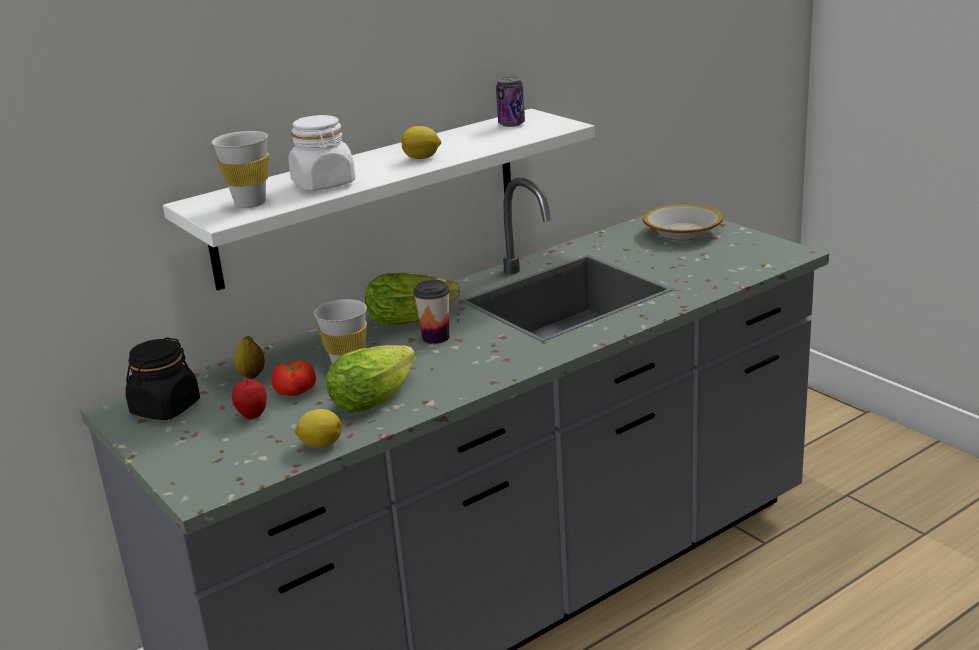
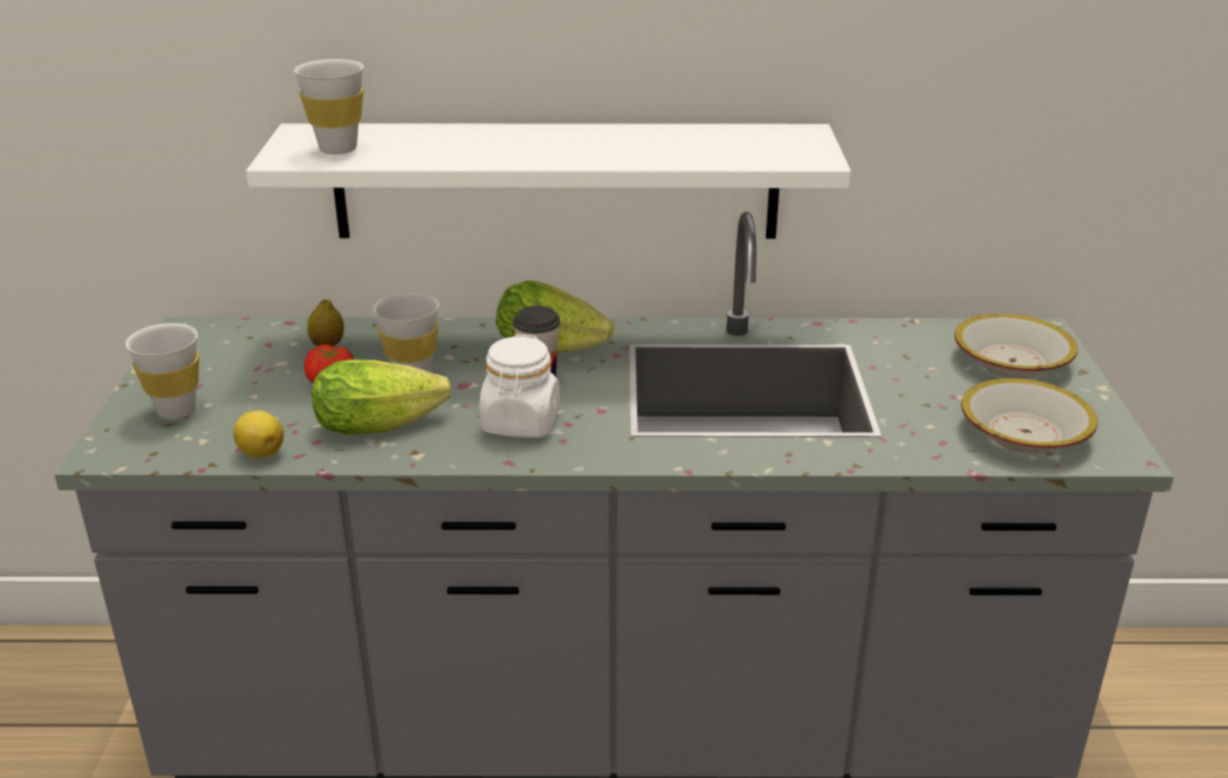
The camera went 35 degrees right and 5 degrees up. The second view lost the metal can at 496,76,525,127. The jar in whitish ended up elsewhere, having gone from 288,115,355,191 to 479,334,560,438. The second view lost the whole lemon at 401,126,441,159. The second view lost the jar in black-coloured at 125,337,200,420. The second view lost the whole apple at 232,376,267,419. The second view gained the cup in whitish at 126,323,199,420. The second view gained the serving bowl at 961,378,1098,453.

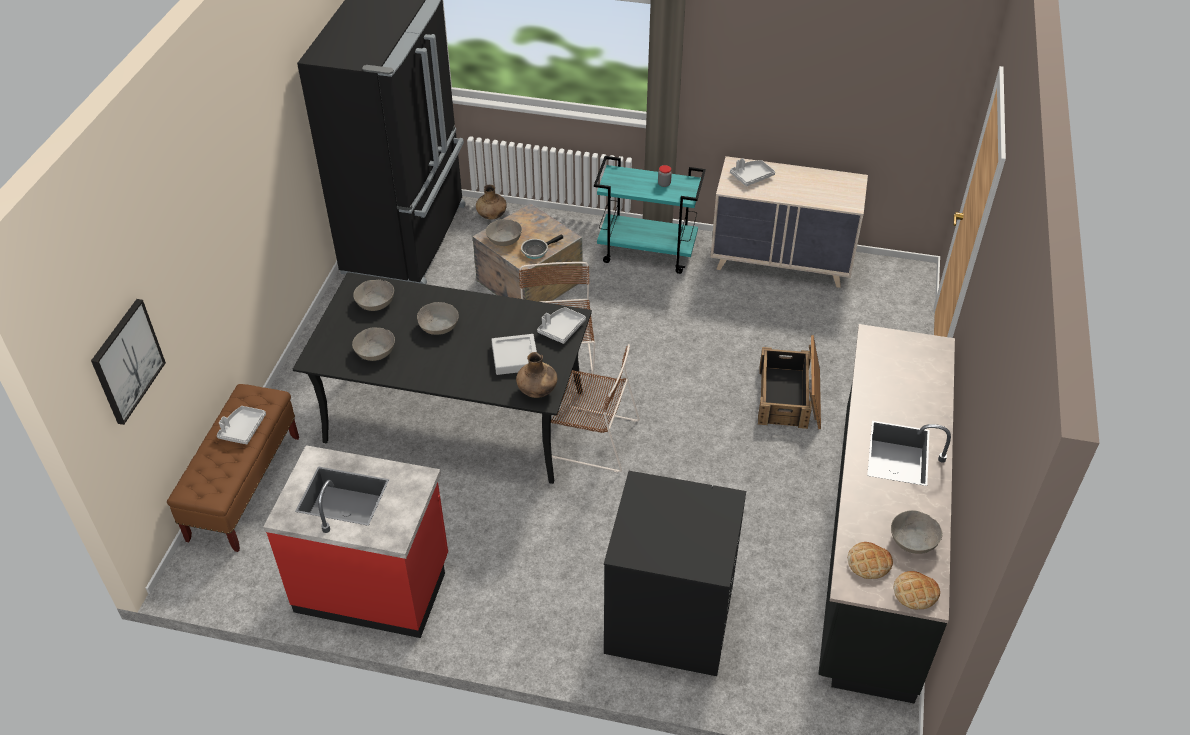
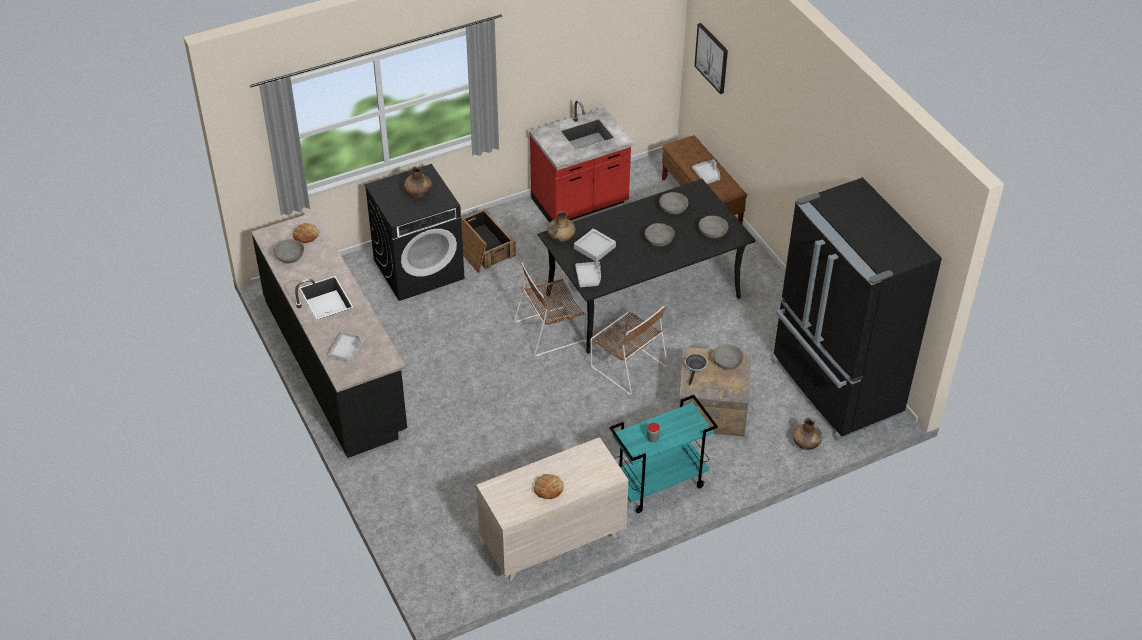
The camera went 140 degrees right and 0 degrees up. The carrying tray in grey ended up elsewhere, having gone from 730,158,775,186 to 329,332,365,361. The crate ended up elsewhere, having gone from 758,335,821,429 to 461,208,516,273. The baked bread ended up elsewhere, having gone from 893,571,940,610 to 534,474,564,499. The second view gained the vase in brown at 404,166,432,198.

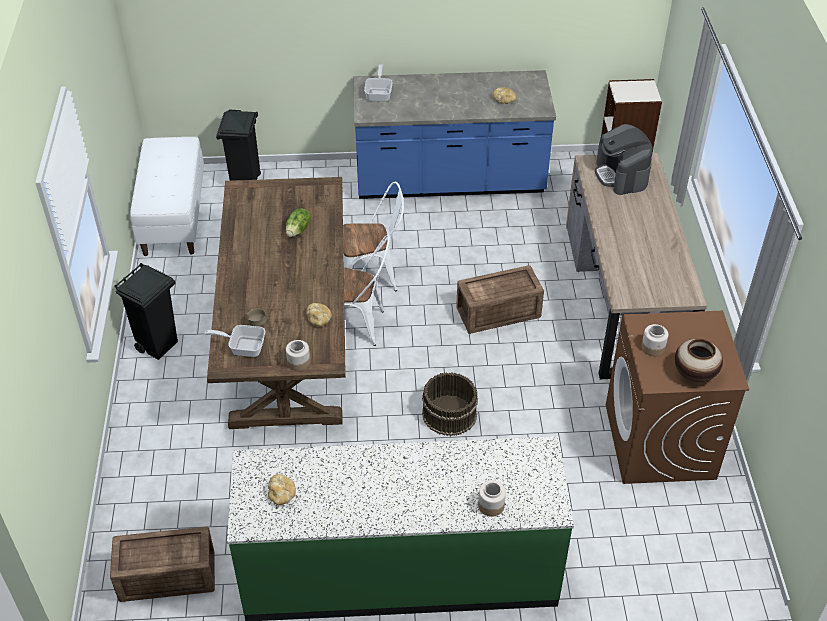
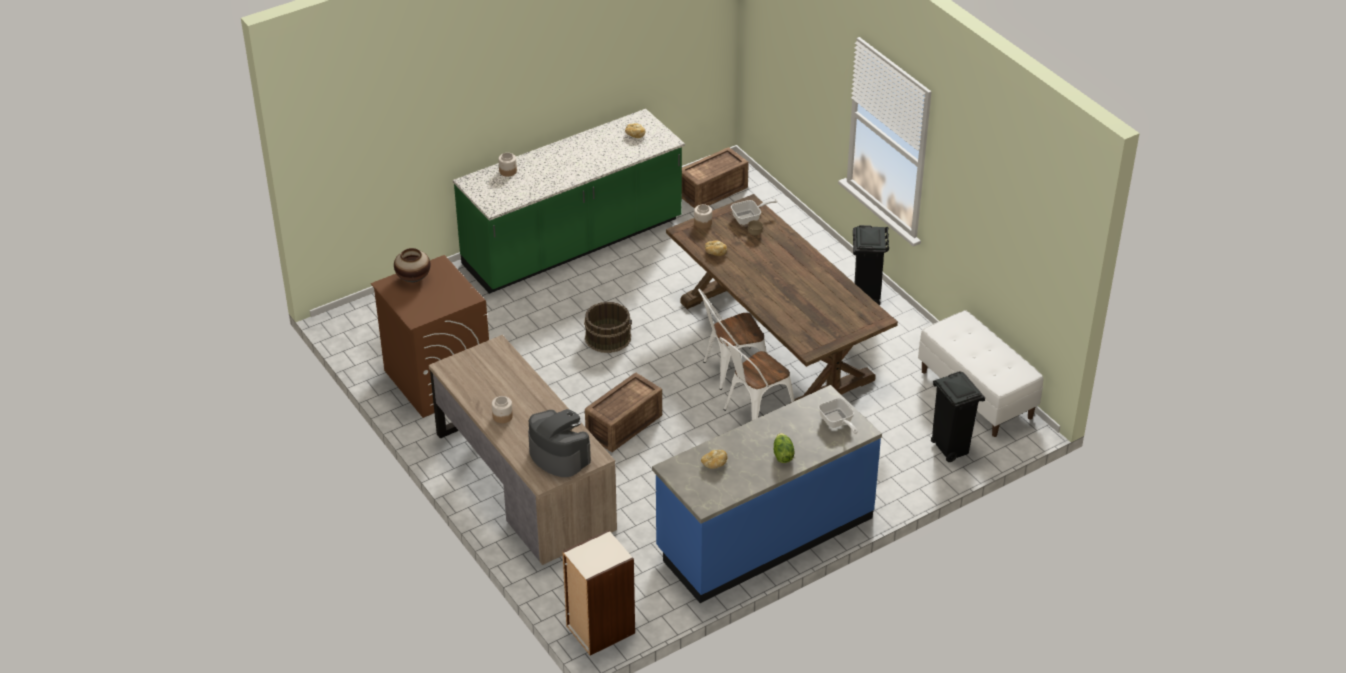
The camera went 150 degrees right and 5 degrees down. The lettuce ended up elsewhere, having gone from 286,208,311,237 to 774,433,795,463. The jar ended up elsewhere, having gone from 641,324,668,356 to 492,396,513,423.

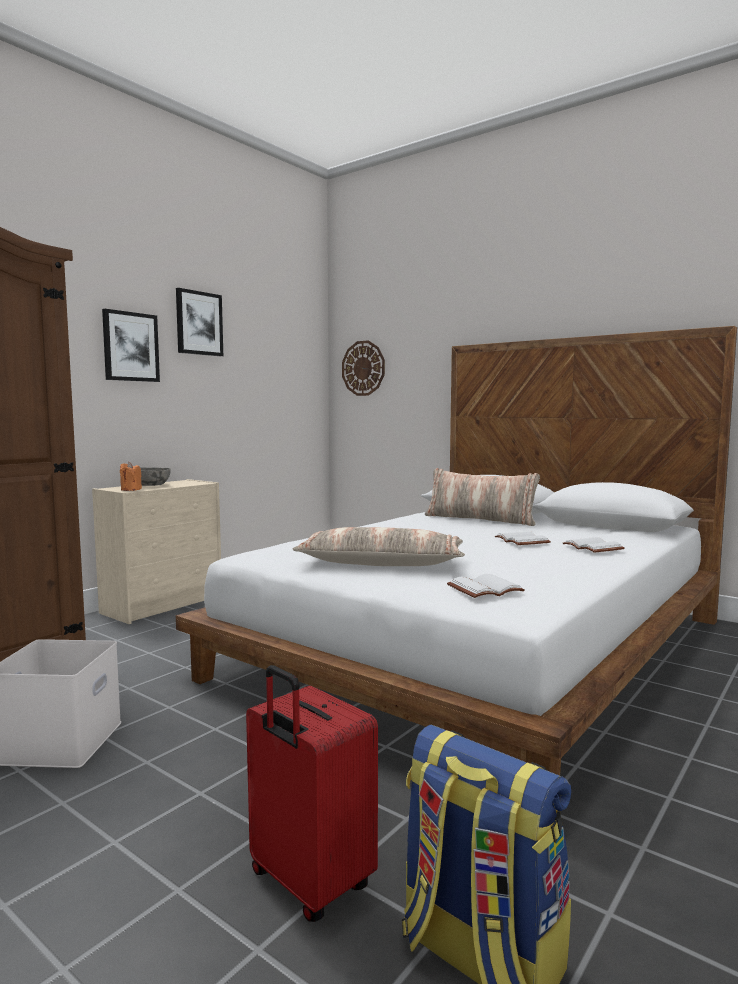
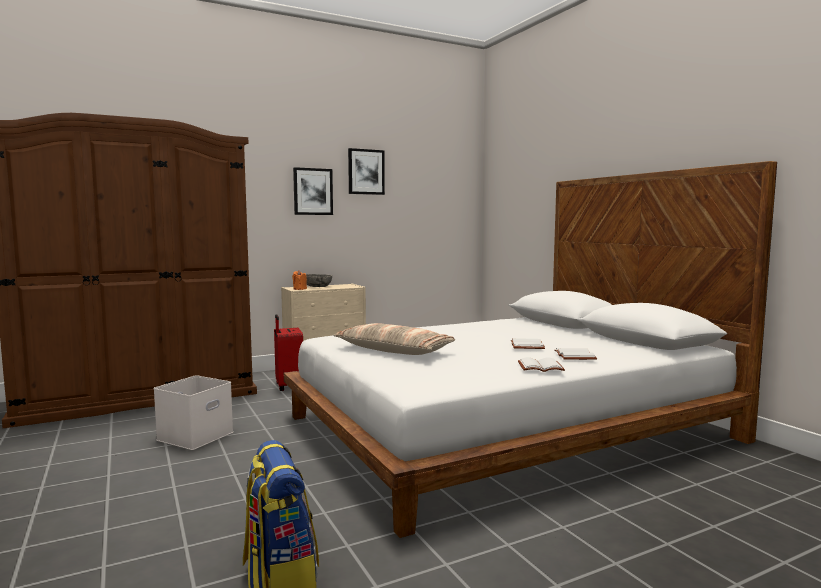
The camera went 25 degrees right and 0 degrees up. The second view lost the wall clock at 342,340,385,396. The second view lost the throw pillow at 425,468,540,526. The volume in whitish ended up elsewhere, having gone from 447,574,525,598 to 518,357,565,372. The suitcase in red ended up elsewhere, having gone from 246,665,378,922 to 274,314,303,391.

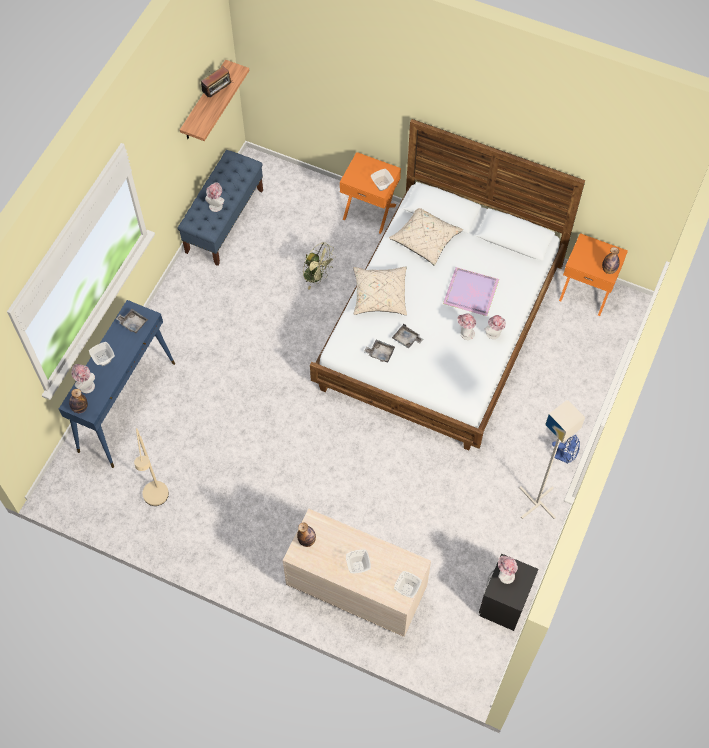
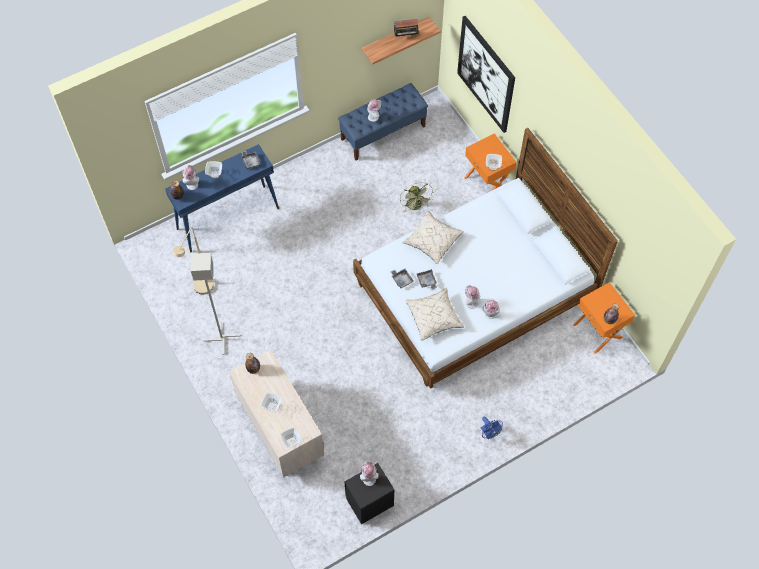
The camera went 35 degrees right and 0 degrees up. The throw pillow in sand-coloured ended up elsewhere, having gone from 389,208,463,266 to 405,288,464,341. The second view lost the carrying tray in purplish at 443,267,499,316. The standing lamp in grey ended up elsewhere, having gone from 519,399,585,519 to 191,253,240,355. The second view gained the wall picture at 457,16,515,133.

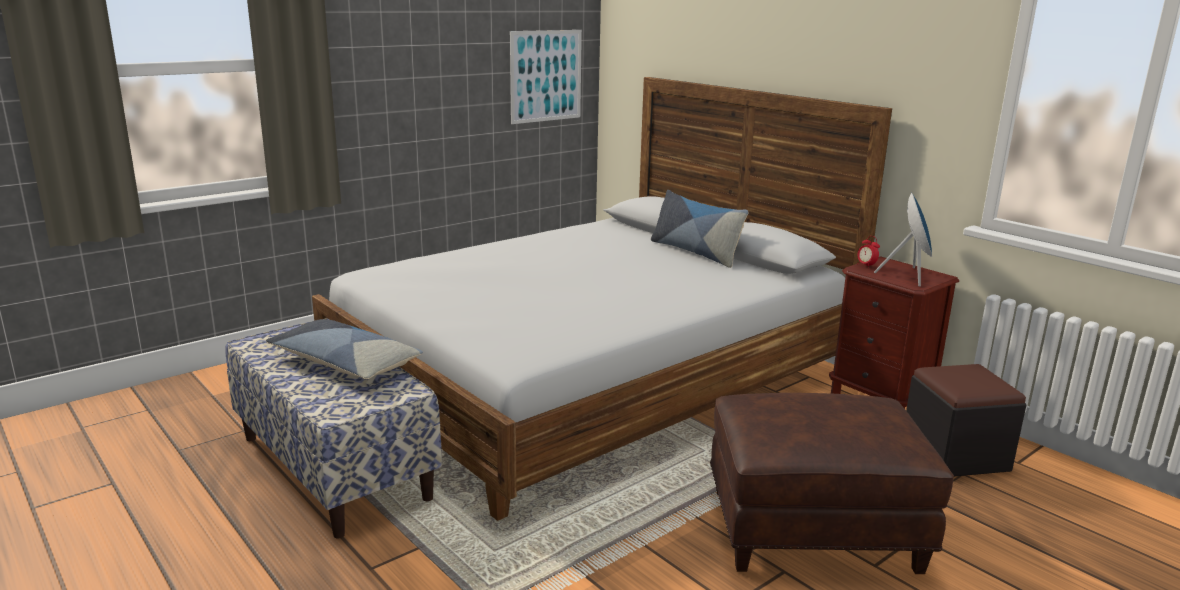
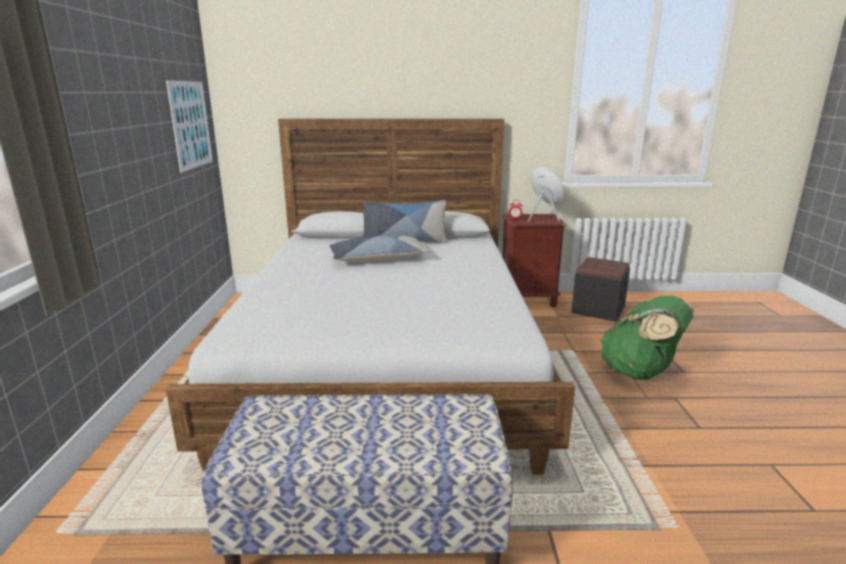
The camera went 50 degrees left and 0 degrees up. The throw pillow ended up elsewhere, having gone from 266,319,423,379 to 329,235,430,262. Where the pouffe in brown stood at 710,393,954,574, the rucksack in green came to stand at 601,295,694,380.

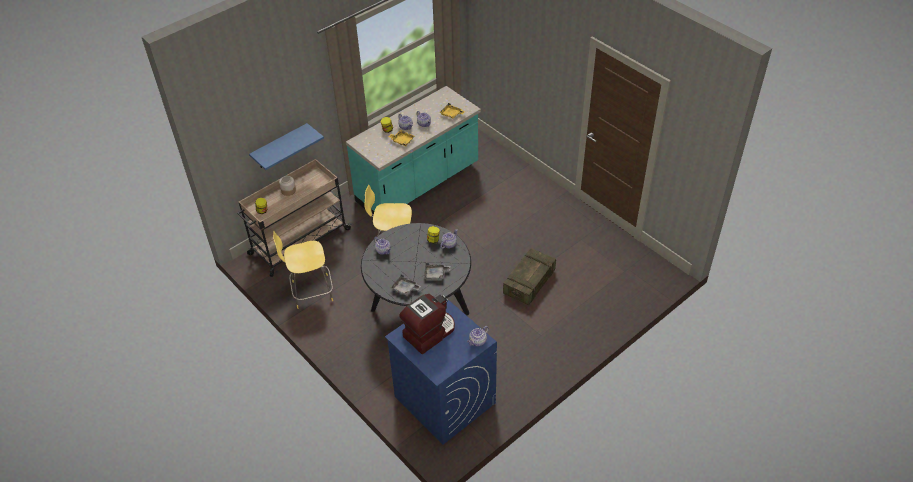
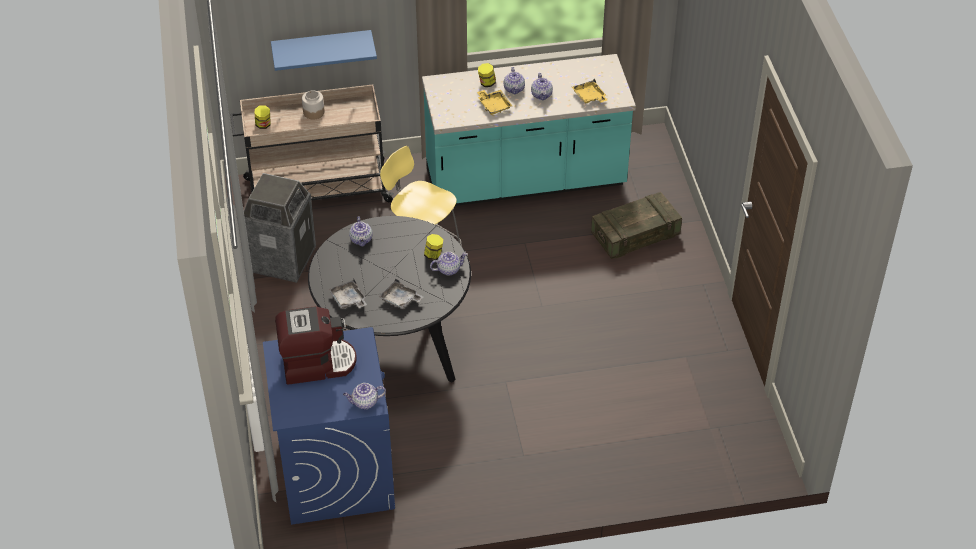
The camera went 30 degrees right and 0 degrees up. Where the sitting stool in yellow stood at 273,231,333,309, the waste bin came to stand at 244,173,316,283. The crate ended up elsewhere, having gone from 503,248,556,305 to 591,192,682,259.

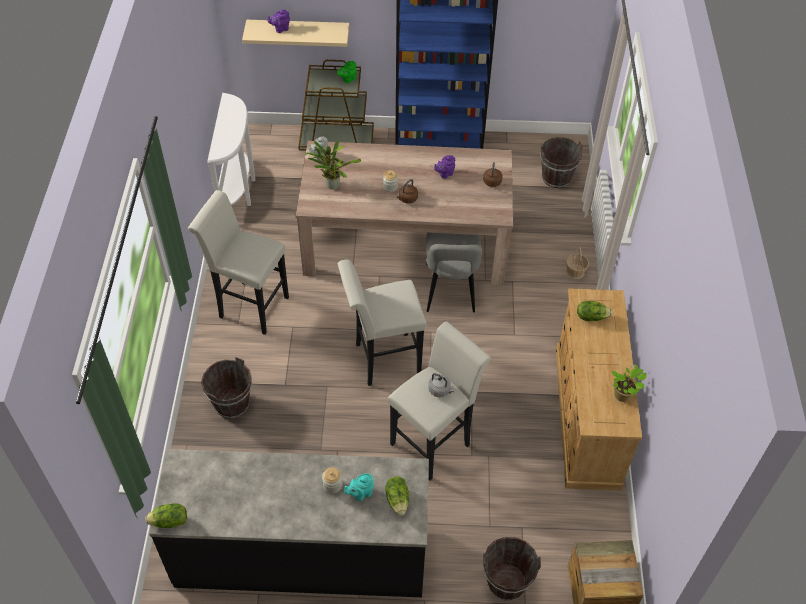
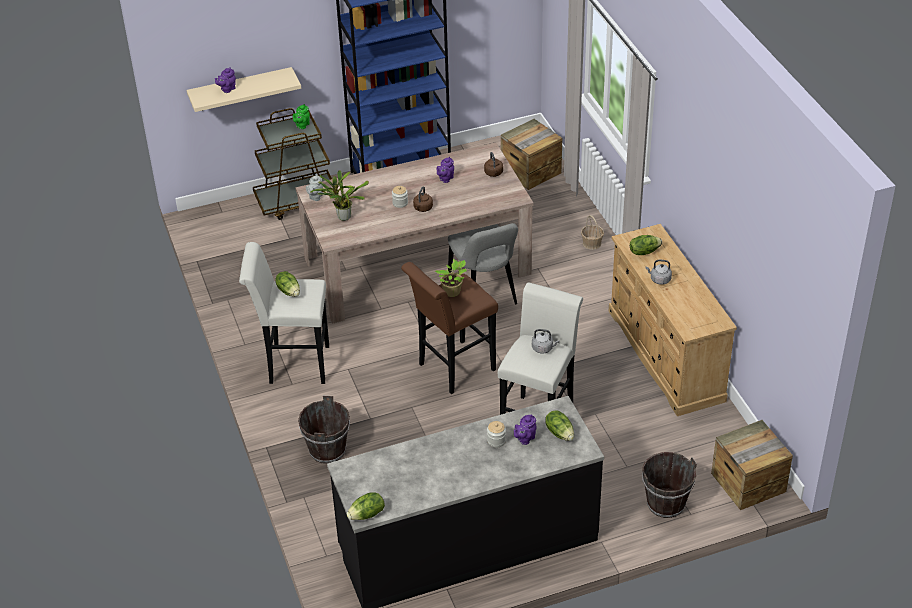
The camera went 20 degrees left and 10 degrees down. The second view lost the narrow table in whitish at 208,93,255,206. Where the bucket in brown stood at 540,137,583,188, the crate came to stand at 501,119,562,190. What was the sitting stool in whitish at 338,260,427,386 turned into the sitting stool in brown at 401,262,498,394. The houseplant ended up elsewhere, having gone from 611,364,647,402 to 435,259,467,297. What was the tea pot in turquoise-coloured at 344,473,374,501 turned into the tea pot in purplish at 514,415,536,445. The second view gained the water kettle in grey at 646,260,672,285. The second view gained the lettuce at 275,271,300,297.

